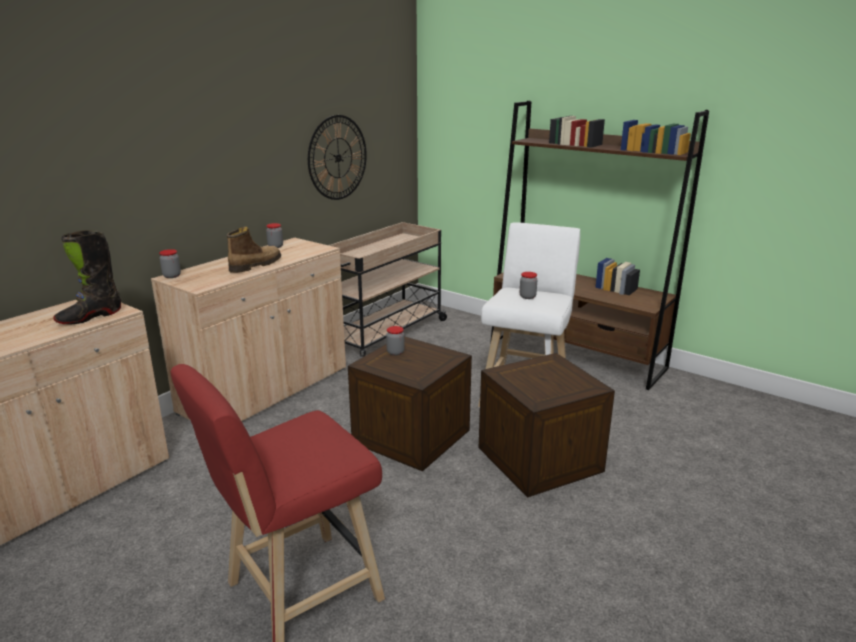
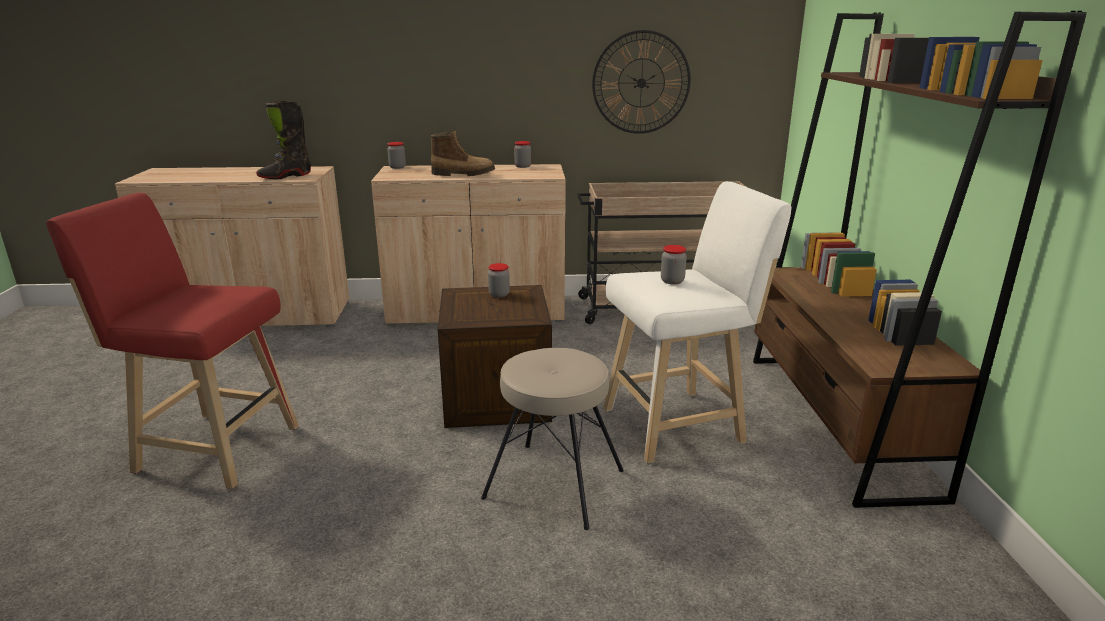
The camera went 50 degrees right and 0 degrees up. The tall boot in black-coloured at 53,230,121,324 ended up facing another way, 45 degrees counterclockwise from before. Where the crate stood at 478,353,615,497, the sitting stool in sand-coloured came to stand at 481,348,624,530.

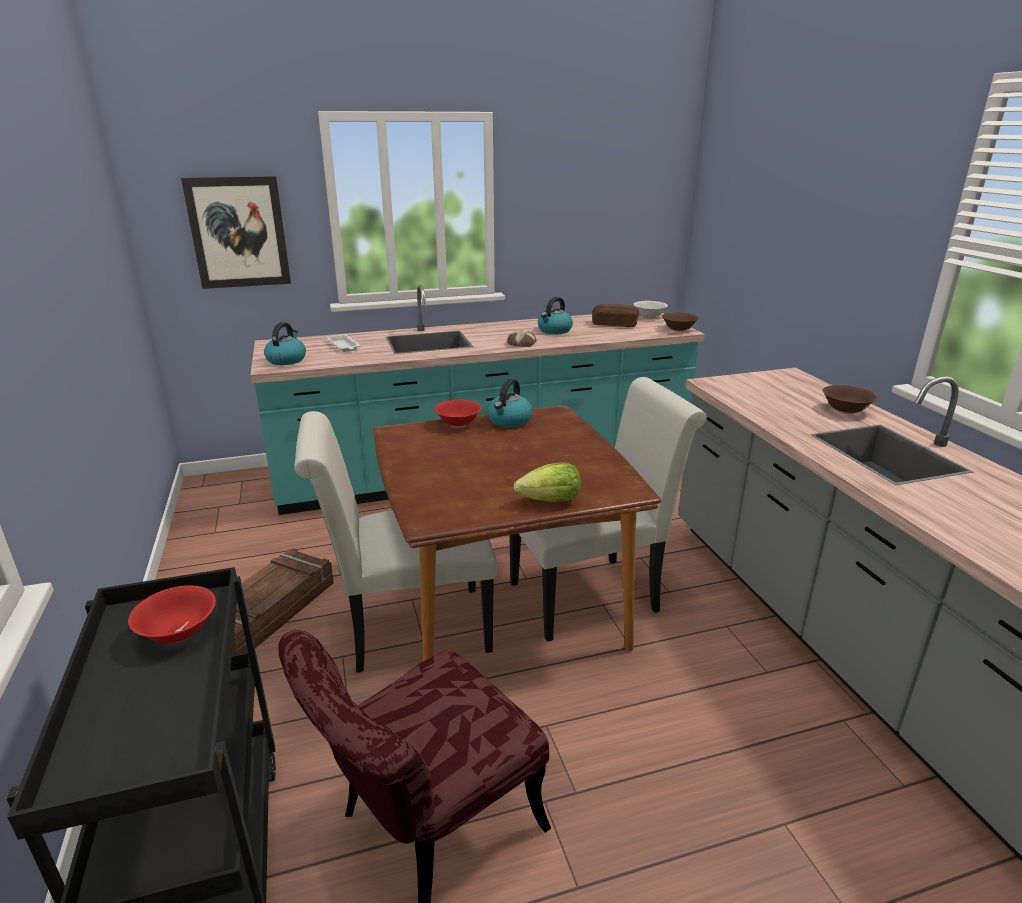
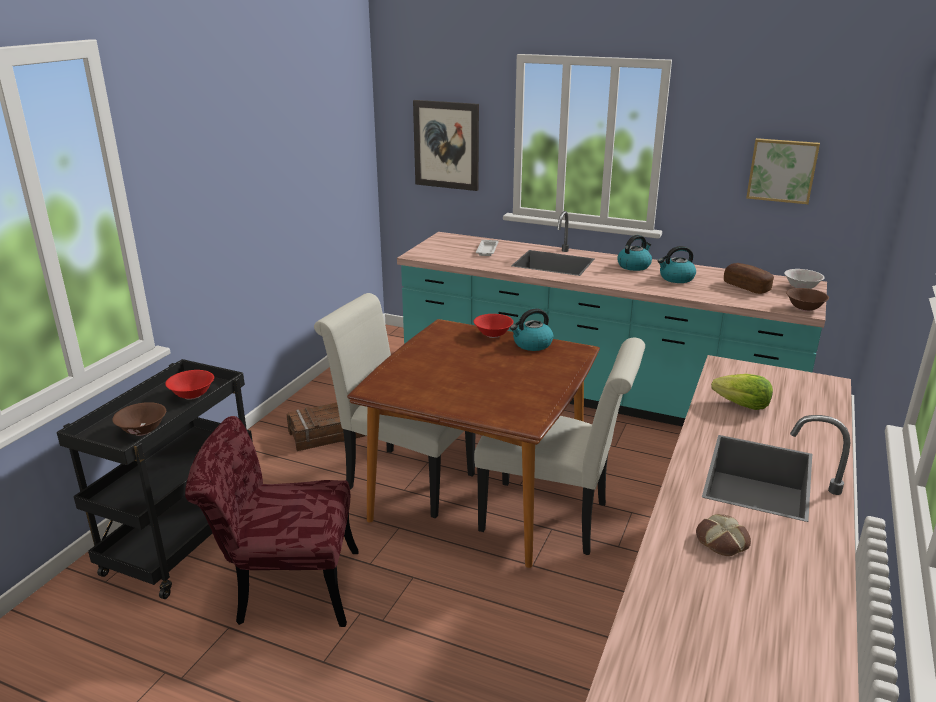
The camera went 40 degrees right and 0 degrees up. The water kettle ended up elsewhere, having gone from 264,322,306,365 to 617,235,652,271. The baked bread ended up elsewhere, having gone from 507,330,537,347 to 696,514,751,556. The serving bowl in brown ended up elsewhere, having gone from 823,385,878,414 to 112,402,166,436. The lettuce ended up elsewhere, having gone from 514,462,581,502 to 711,374,773,410. The second view gained the wall picture at 746,138,820,204.

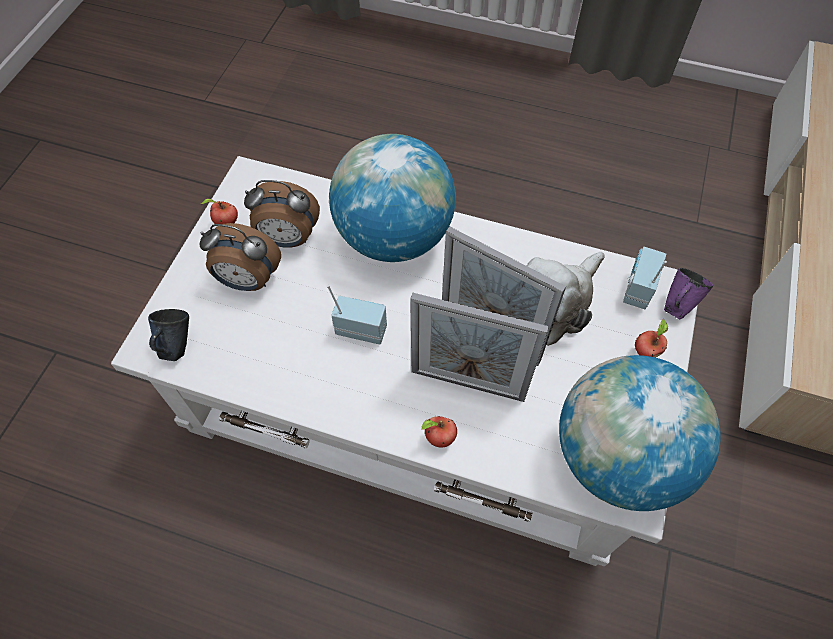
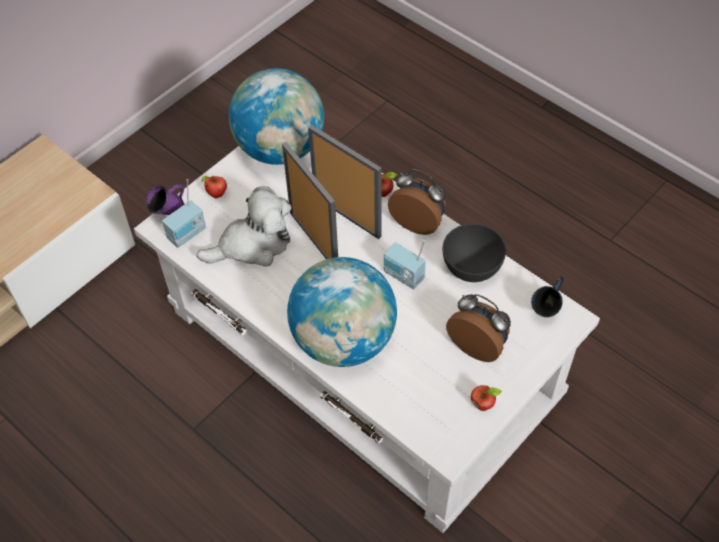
The camera went 155 degrees left and 5 degrees down. The bedside clock ended up elsewhere, having gone from 244,180,320,248 to 388,169,446,235. The second view gained the serving bowl in grey at 443,224,506,282.

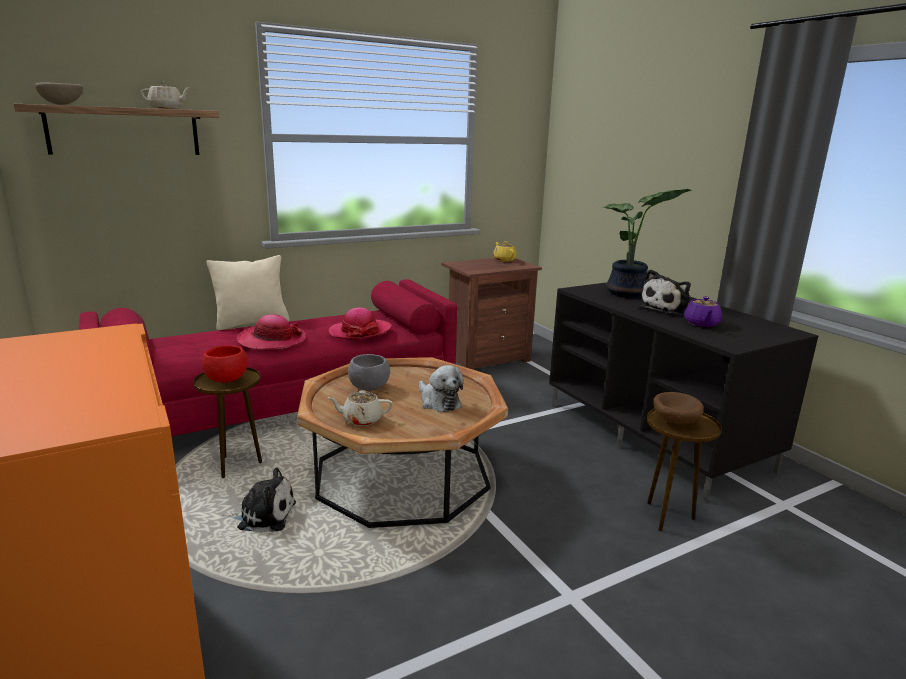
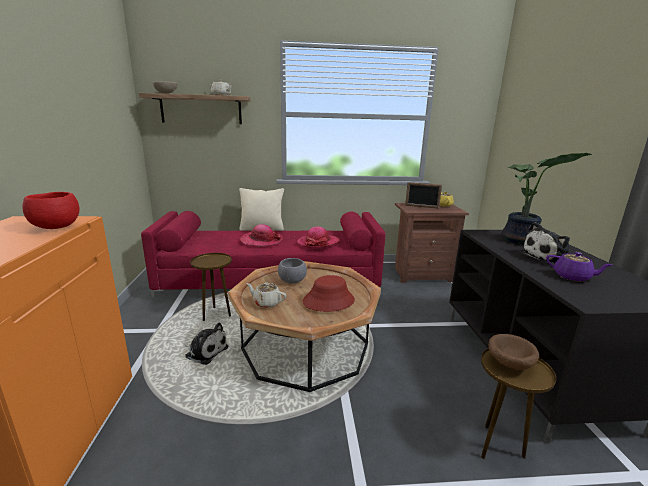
The camera went 25 degrees right and 0 degrees up. The tea pot in purplish at 684,296,722,327 ended up facing another way, 90 degrees counterclockwise from before. The serving bowl in red ended up elsewhere, having gone from 202,345,248,383 to 22,192,80,229. Where the soft toy stood at 419,365,464,412, the hat in red came to stand at 302,275,355,312. The second view gained the picture frame at 405,182,442,209.

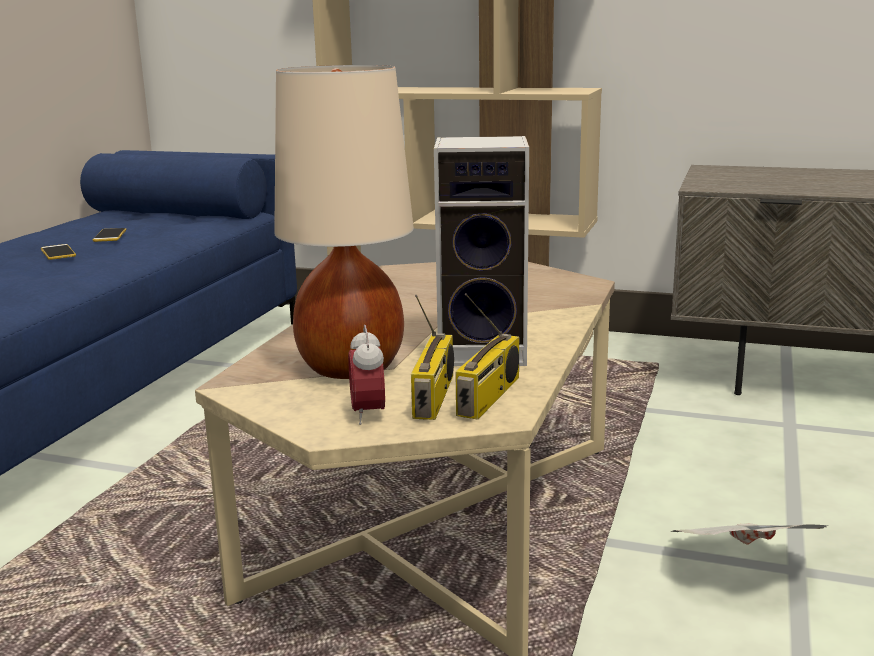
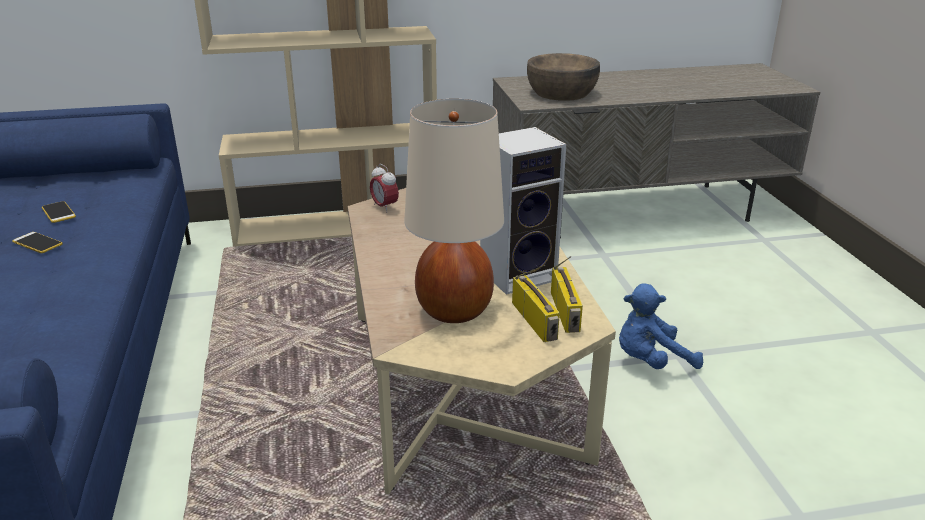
The camera went 30 degrees left and 10 degrees up. The bedside clock ended up elsewhere, having gone from 348,325,385,425 to 370,164,399,212. Where the newspaper stood at 670,523,827,545, the soft toy in blue-coloured came to stand at 619,283,703,369. The second view gained the serving bowl in brown at 527,53,600,101.

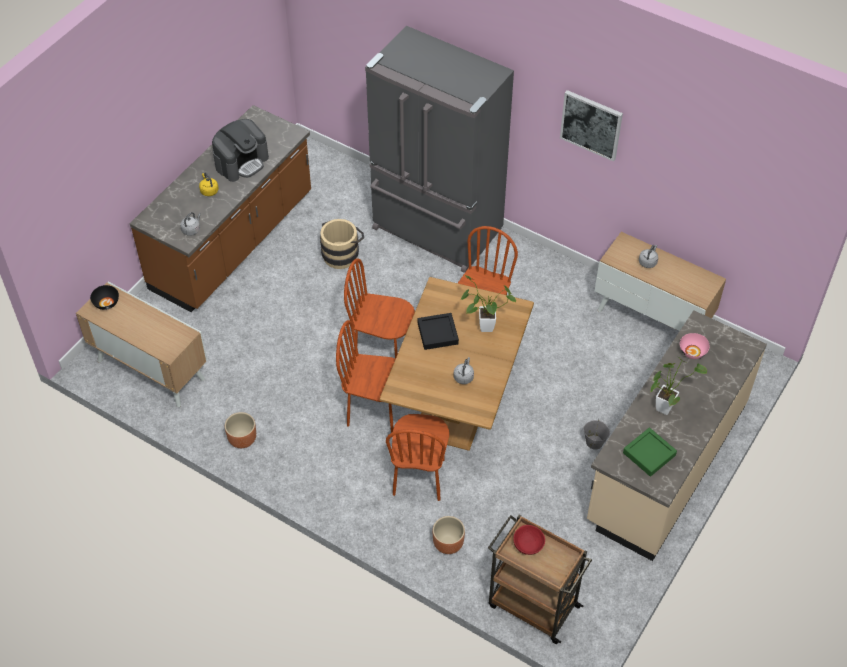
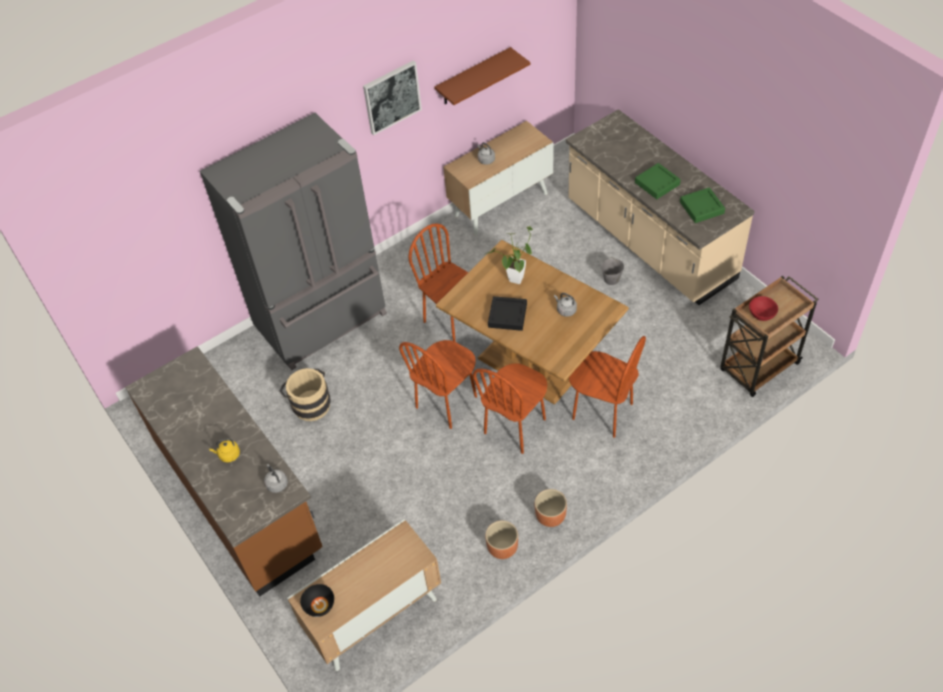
The camera went 65 degrees left and 0 degrees up. The second view lost the coffee machine at 212,119,269,182. The second view lost the serving bowl in pinkish at 680,333,710,359. Where the houseplant stood at 651,357,707,415, the carrying tray in green came to stand at 635,163,681,199. The flower pot in brown ended up elsewhere, having gone from 432,516,465,554 to 535,489,567,527. The second view gained the shelf in brown at 434,47,530,105.

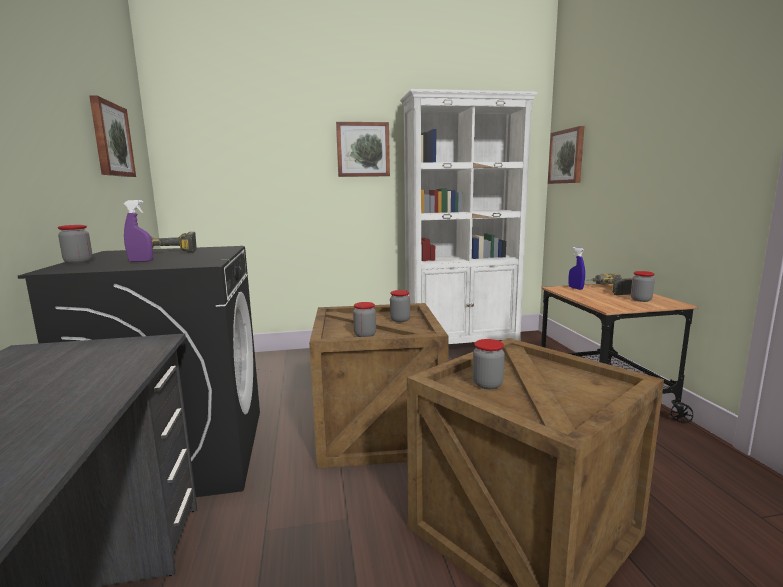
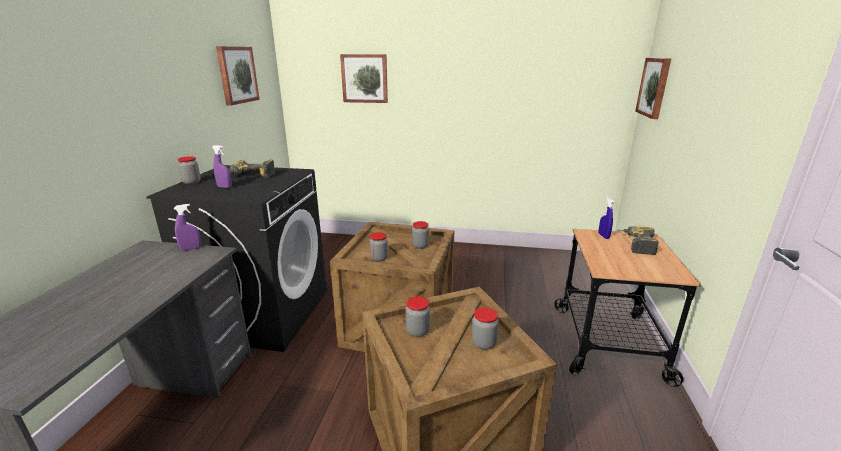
The camera went 20 degrees right and 10 degrees up. The second view lost the bookcase in whitish at 400,89,537,344. The wall picture ended up elsewhere, having gone from 336,122,390,177 to 340,54,388,103. The jar ended up elsewhere, having gone from 631,271,655,302 to 472,307,499,350. The second view gained the hand sprayer in purplish at 174,204,201,251.

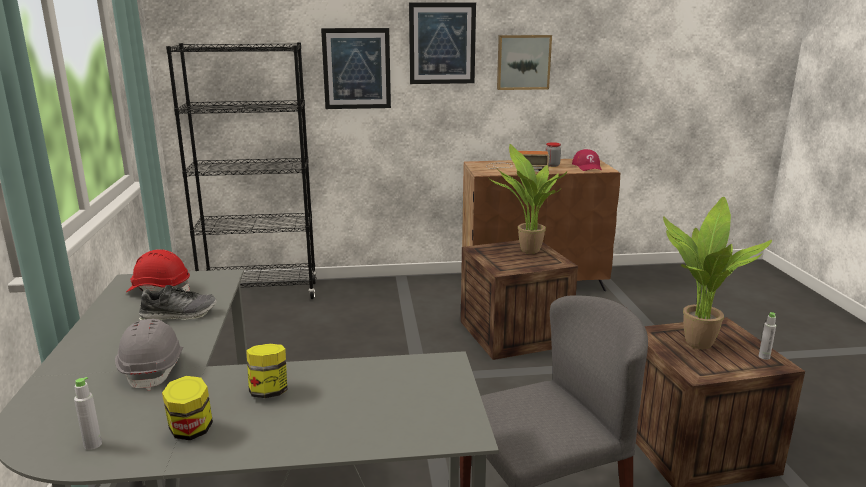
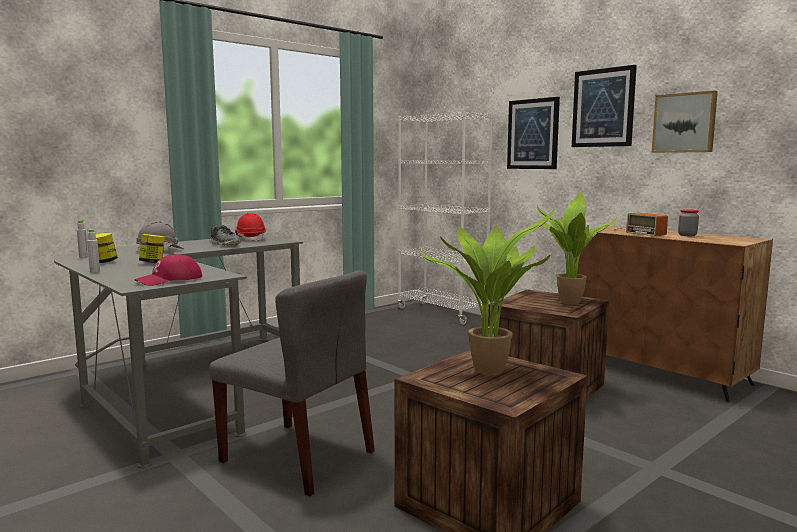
The camera went 55 degrees right and 10 degrees down. What was the bookcase in black-coloured at 166,42,317,299 turned into the bookcase in whitish at 397,111,493,325. The peaked cap in red ended up elsewhere, having gone from 572,149,602,171 to 134,254,202,286. The drink bottle in grey ended up elsewhere, having gone from 759,312,776,360 to 87,229,100,273.

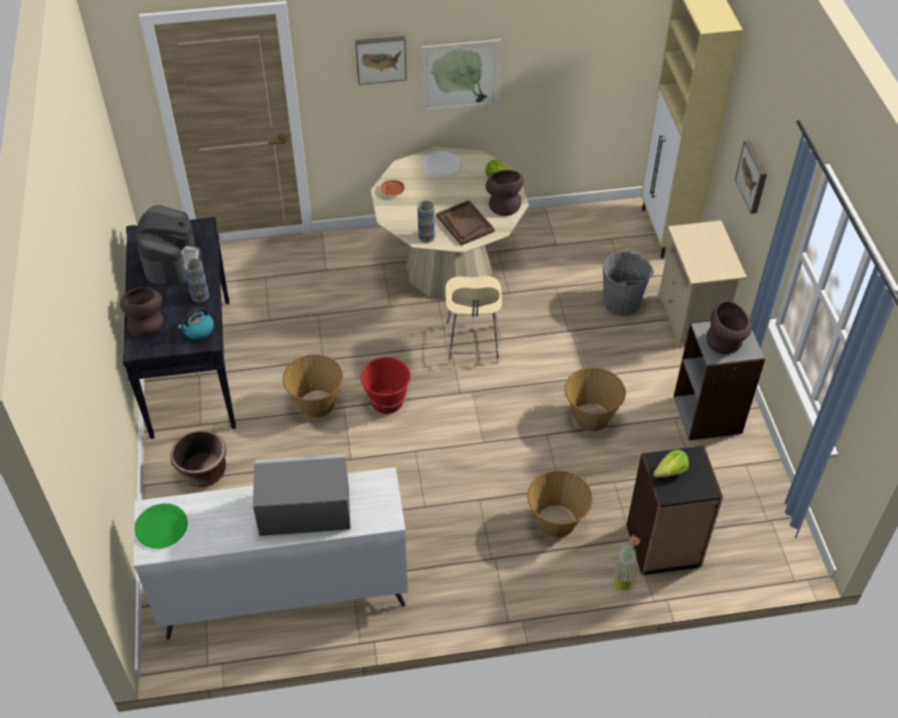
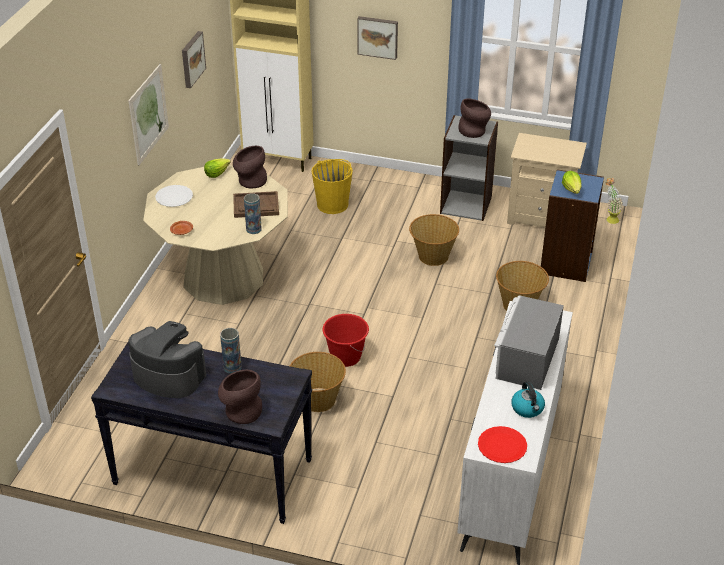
The camera went 65 degrees left and 10 degrees down. The wall picture ended up elsewhere, having gone from 355,36,407,85 to 182,31,206,88. The bedside table in sand-coloured ended up elsewhere, having gone from 659,220,747,348 to 507,133,587,227. What was the bucket in grey at 603,251,653,316 turned into the bucket in yellow at 312,159,353,214. The second view lost the plain chair in sand-coloured at 445,276,502,365. The water kettle ended up elsewhere, having gone from 178,306,214,340 to 511,381,545,418. The second view lost the flower pot in brown at 170,431,226,487. What was the bookcase in black-coloured at 627,445,723,576 turned into the bookcase in blue-coloured at 541,169,604,282. What was the flat dish in green at 134,503,188,548 turned into the flat dish in red at 478,426,527,463. The houseplant ended up elsewhere, having gone from 614,534,640,591 to 605,178,623,224.

